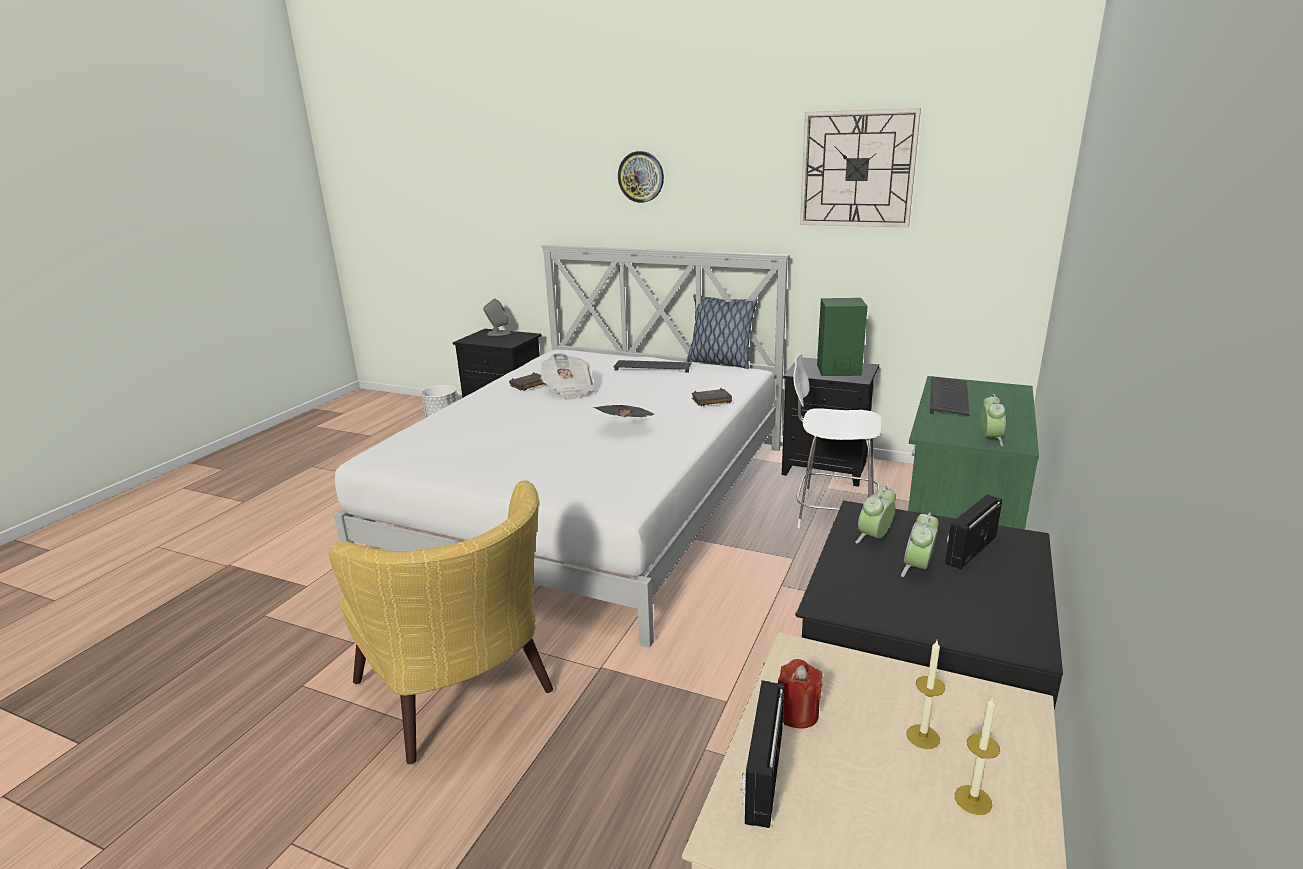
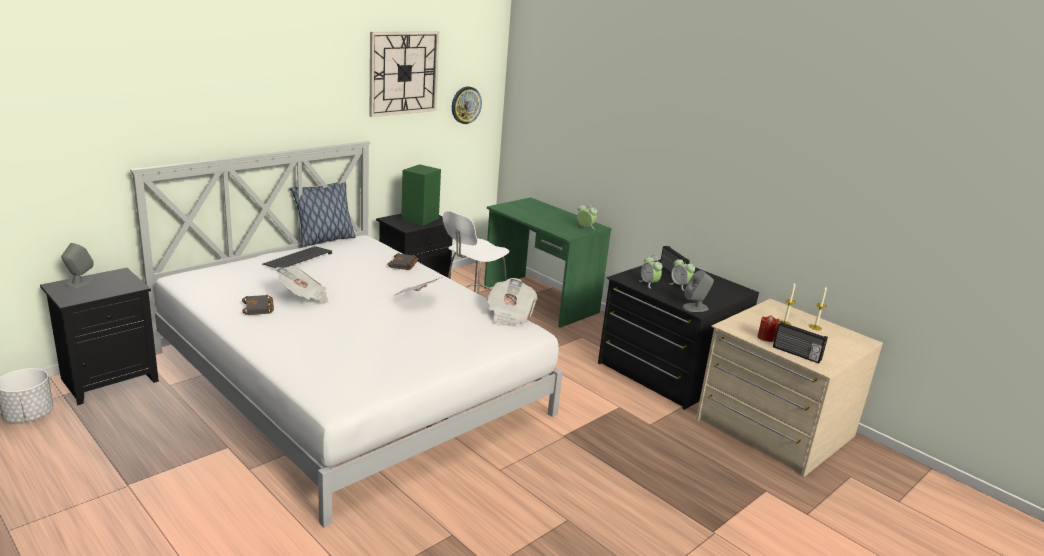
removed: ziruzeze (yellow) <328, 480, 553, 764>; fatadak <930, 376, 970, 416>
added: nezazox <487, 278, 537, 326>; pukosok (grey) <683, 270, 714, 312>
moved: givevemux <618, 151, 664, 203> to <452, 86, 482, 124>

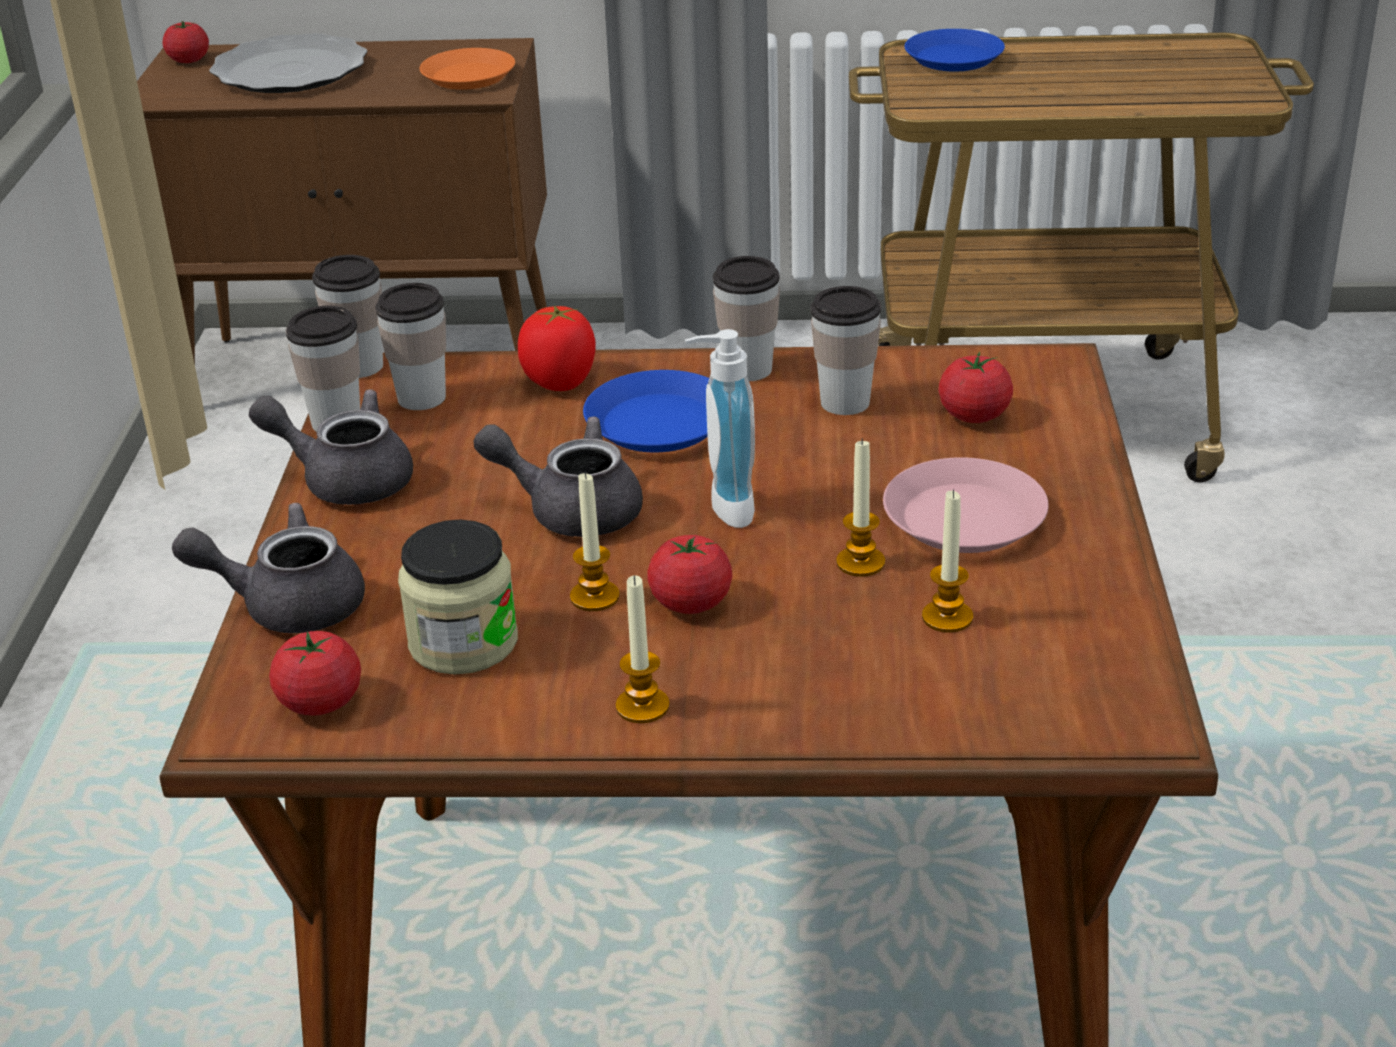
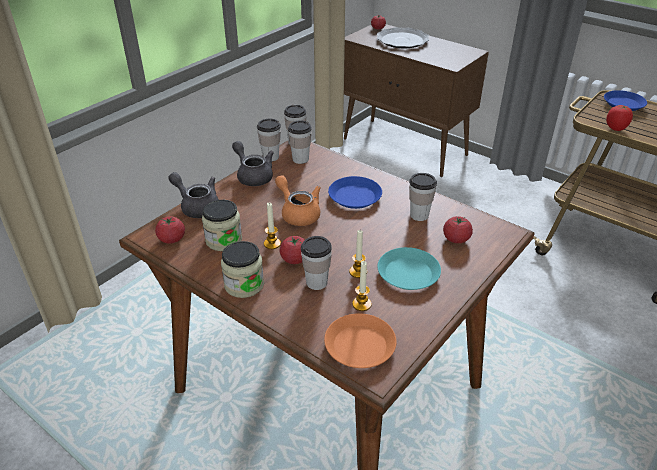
removed: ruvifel <685, 329, 755, 528>
moved: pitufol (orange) <420, 48, 515, 90> to <324, 313, 397, 368>; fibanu <518, 305, 596, 391> to <606, 105, 633, 131>; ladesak <713, 256, 780, 381> to <301, 236, 332, 290>
replaced: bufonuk <616, 575, 669, 723> to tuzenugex <221, 241, 264, 298>
recoloured: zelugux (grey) <474, 417, 643, 537> to zelugux (orange) <275, 175, 321, 226>; pitufol (pink) <883, 457, 1049, 553> to pitufol (turquoise) <378, 247, 441, 290>

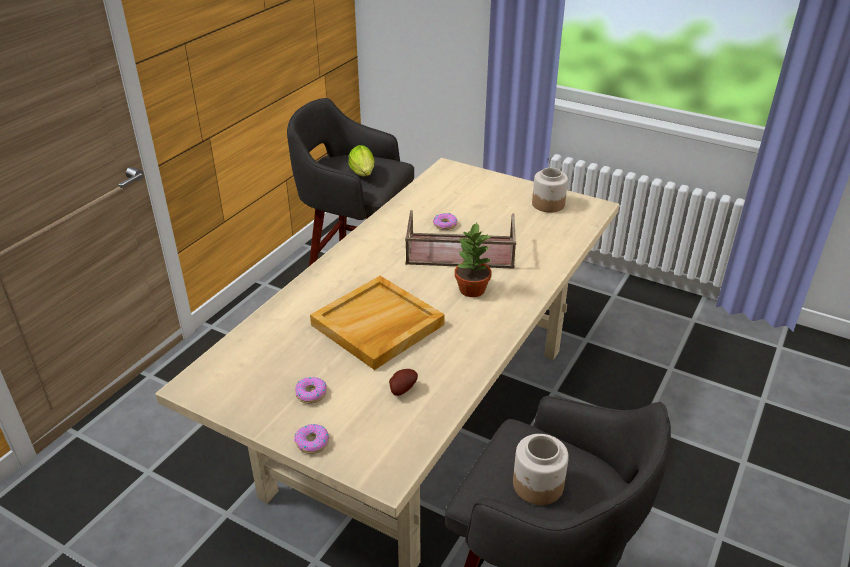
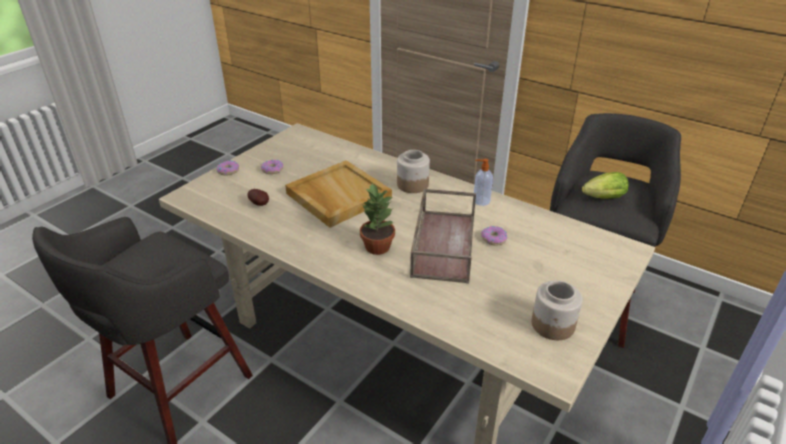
added: ruvifel <474, 159, 493, 206>
moved: tuzenugex <513, 434, 569, 505> to <397, 150, 430, 193>

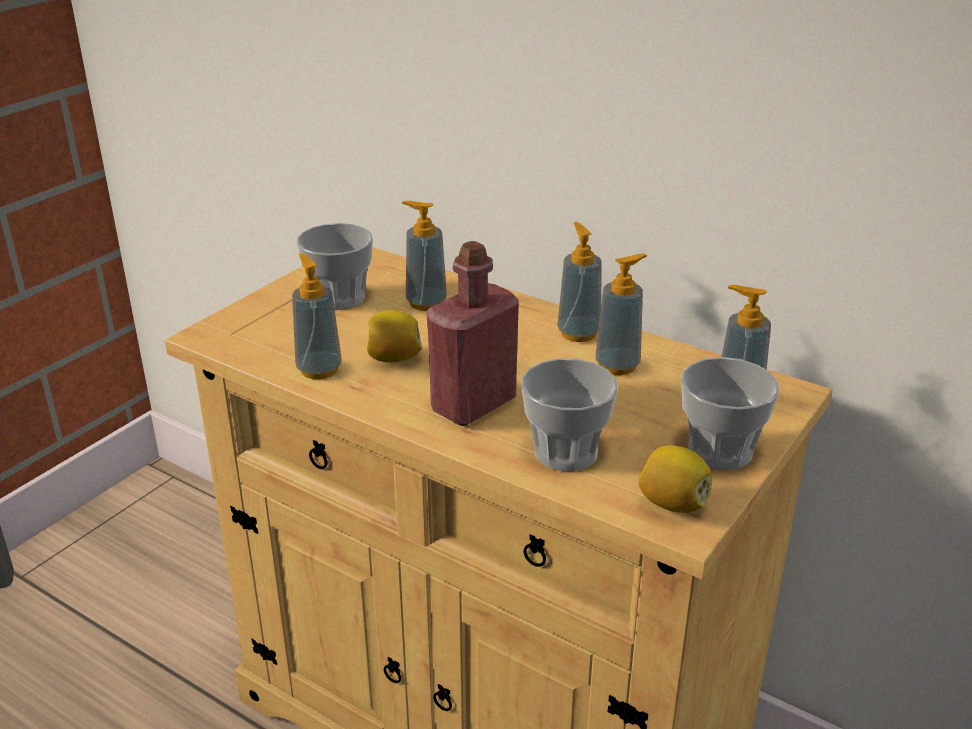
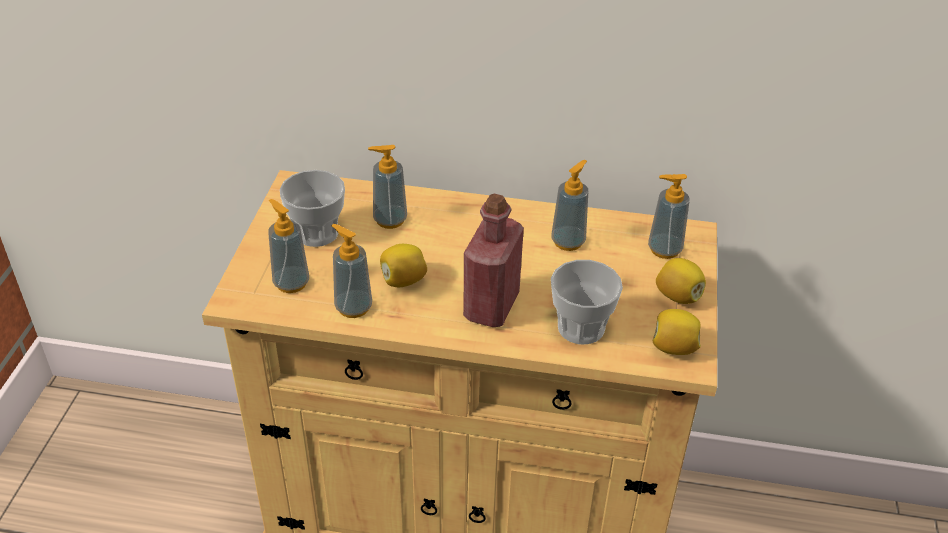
moved: ruvifel <557, 222, 602, 342> to <268, 199, 309, 293>
replaced: ladesak <681, 357, 779, 470> to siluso <656, 258, 706, 304>

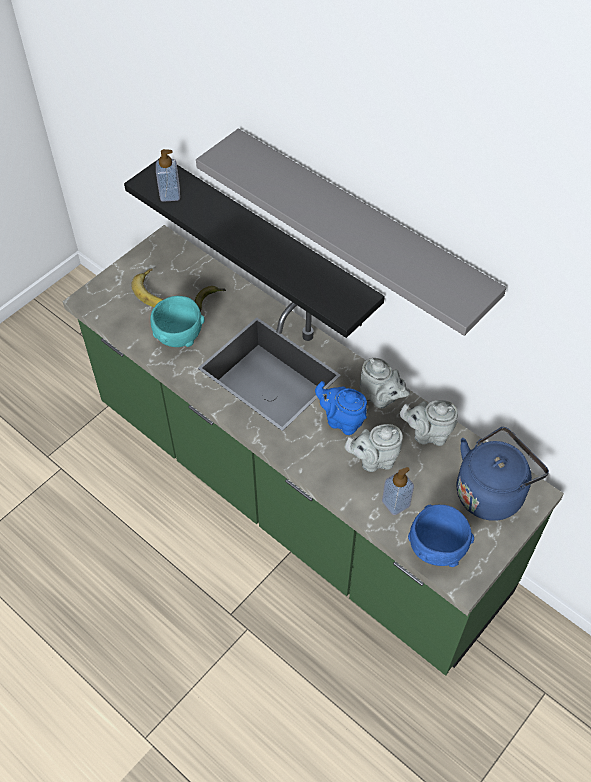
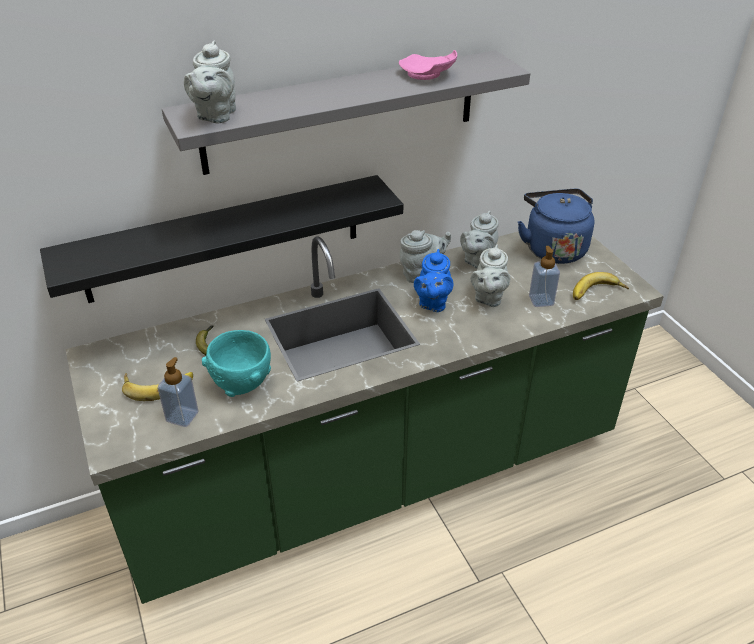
added: zelugux (grey) <184, 41, 236, 124>; pitufol (pink) <399, 50, 457, 80>
moved: ruvifel <156, 149, 180, 202> to <158, 357, 198, 427>
replaced: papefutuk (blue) <408, 505, 474, 567> to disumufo <573, 272, 629, 300>
turned: zelugux (blue) <315, 381, 367, 435> = <414, 249, 453, 312> 45 degrees counterclockwise

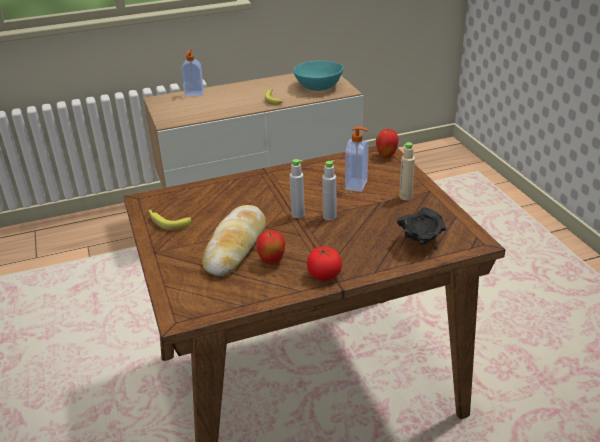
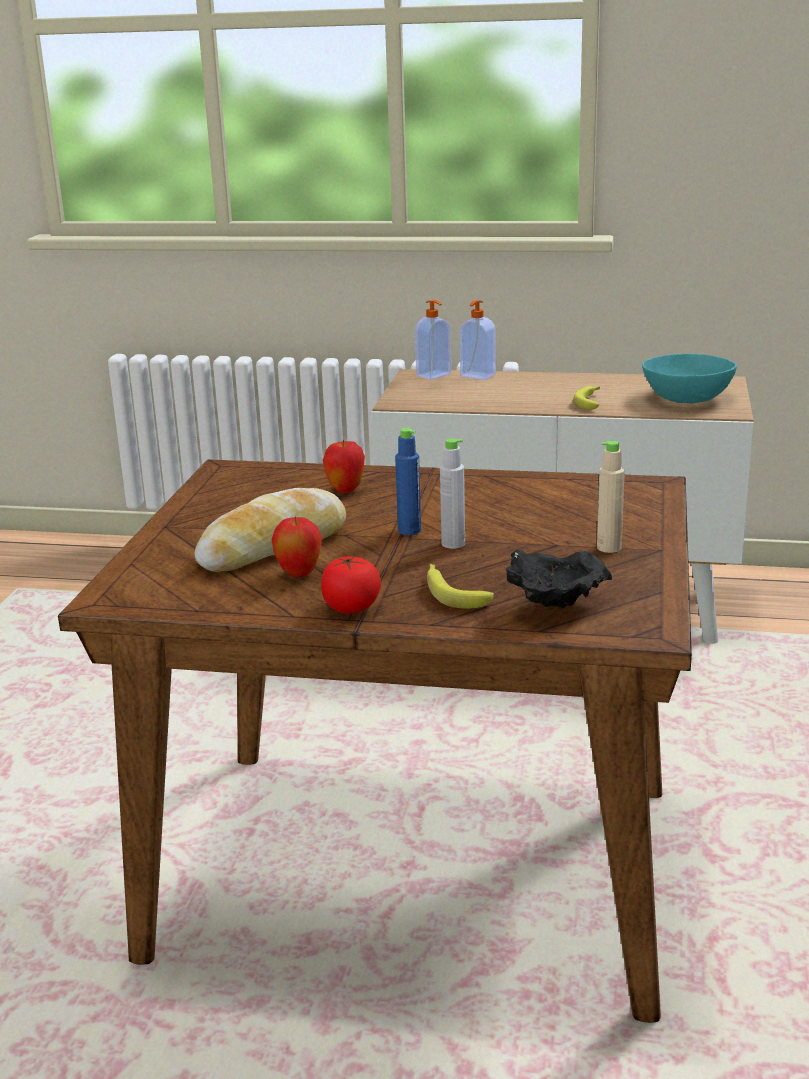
moved: disumufo <148, 210, 191, 230> to <427, 564, 494, 609>; ruvifel <345, 126, 369, 192> to <415, 300, 451, 380>; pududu <376, 129, 399, 158> to <323, 439, 365, 493>
recoloured: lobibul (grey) <290, 159, 305, 218> to lobibul (blue) <395, 428, 421, 535>

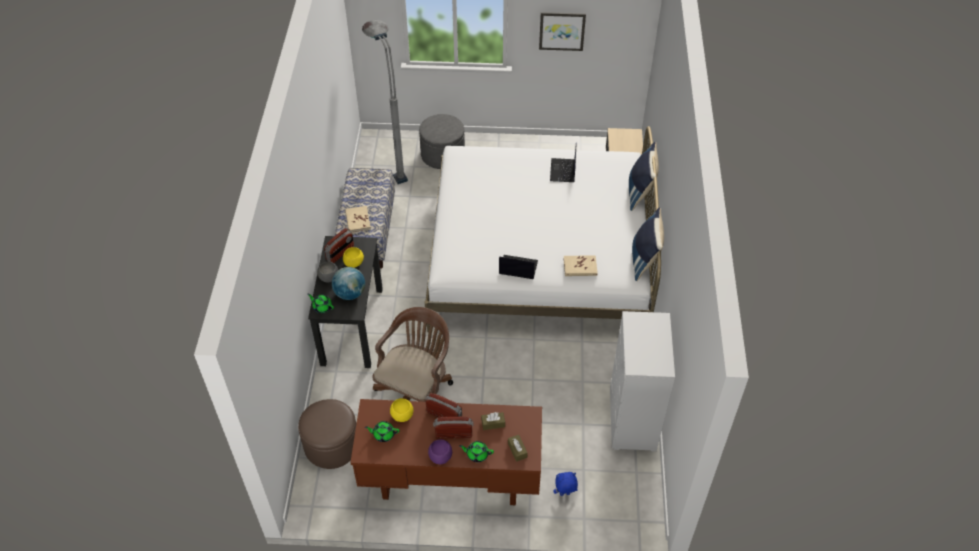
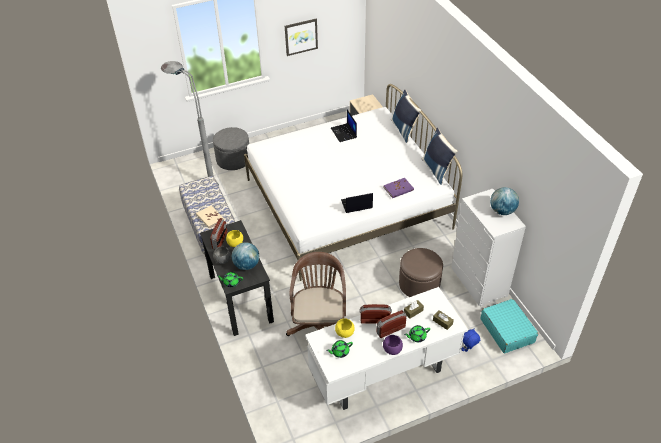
added: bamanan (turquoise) <480, 299, 538, 353>; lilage <490, 187, 519, 215>
moved: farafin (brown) <298, 399, 356, 469> to <399, 248, 443, 297>
recoloured: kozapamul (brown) <350, 399, 542, 505> to kozapamul (white) <305, 287, 468, 410>; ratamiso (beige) <564, 255, 598, 276> to ratamiso (purple) <383, 178, 414, 198>

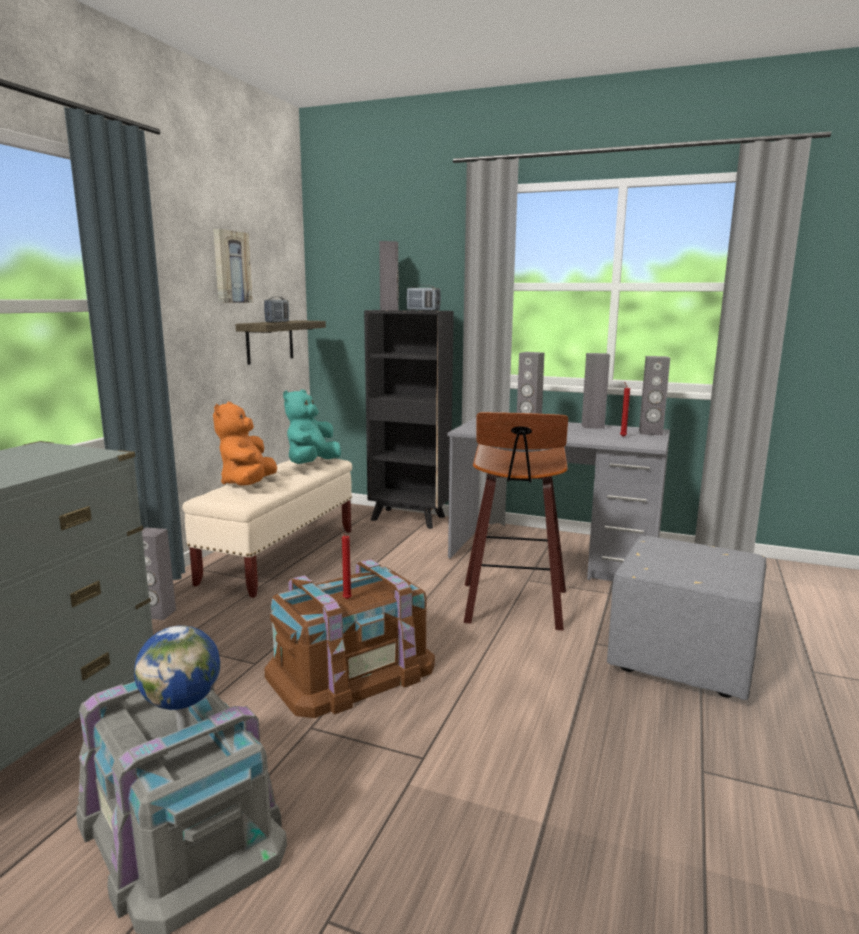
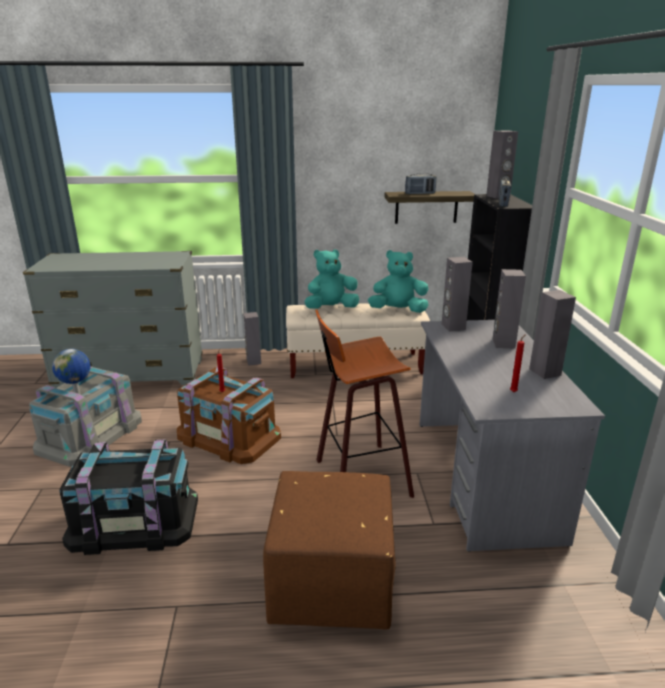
removed: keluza <213, 229, 252, 303>
added: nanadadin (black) <59, 439, 198, 555>
moved: pukosok (grey) <639, 356, 670, 435> to <442, 257, 473, 331>
recoloured: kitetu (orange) <213, 402, 277, 486> to kitetu (turquoise) <305, 249, 359, 308>; farafin (grey) <607, 536, 767, 700> to farafin (brown) <263, 471, 396, 630>

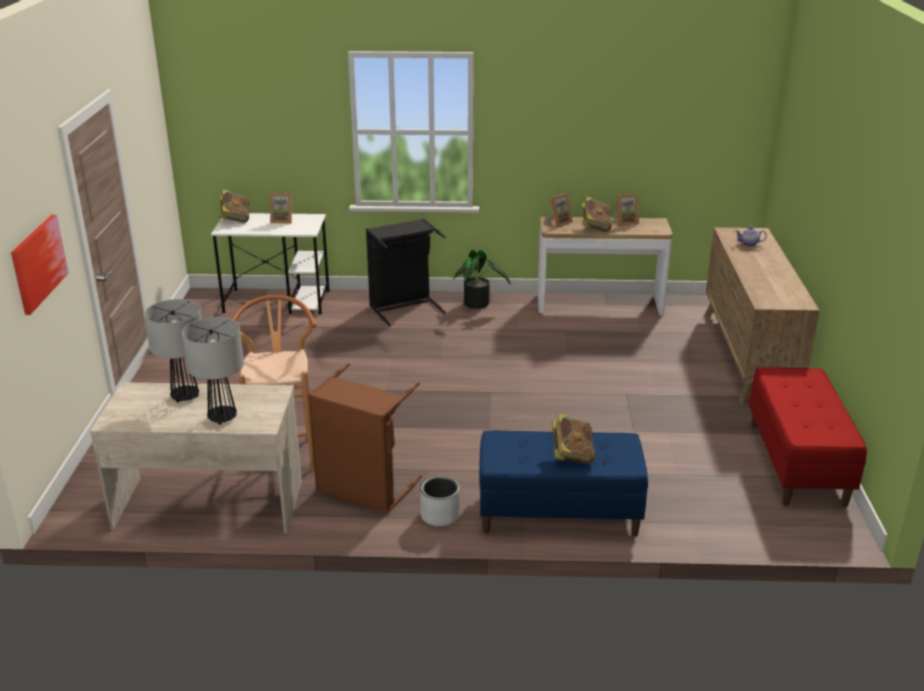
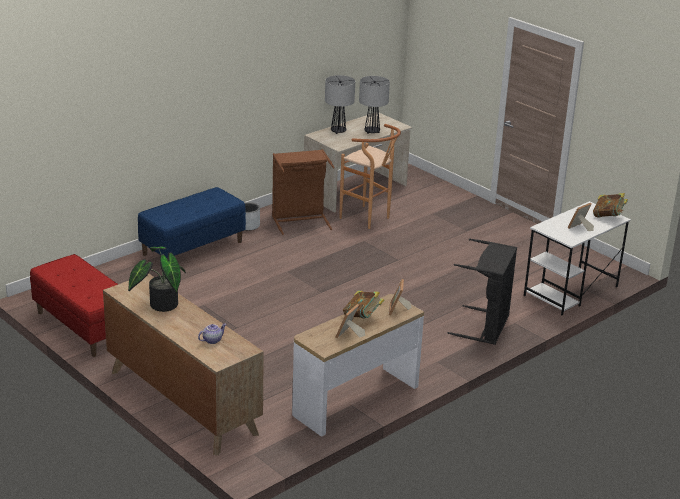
removed: keluza <11, 215, 68, 315>; ratamiso <551, 413, 595, 464>
moved: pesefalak <453, 250, 511, 309> to <128, 246, 186, 312>

